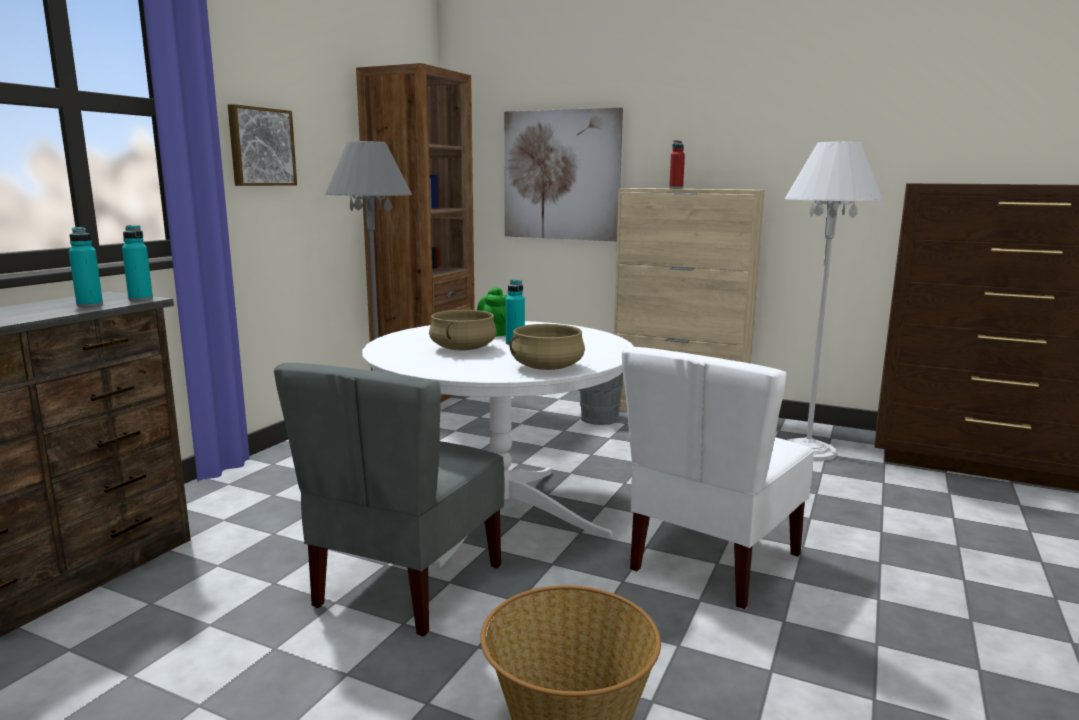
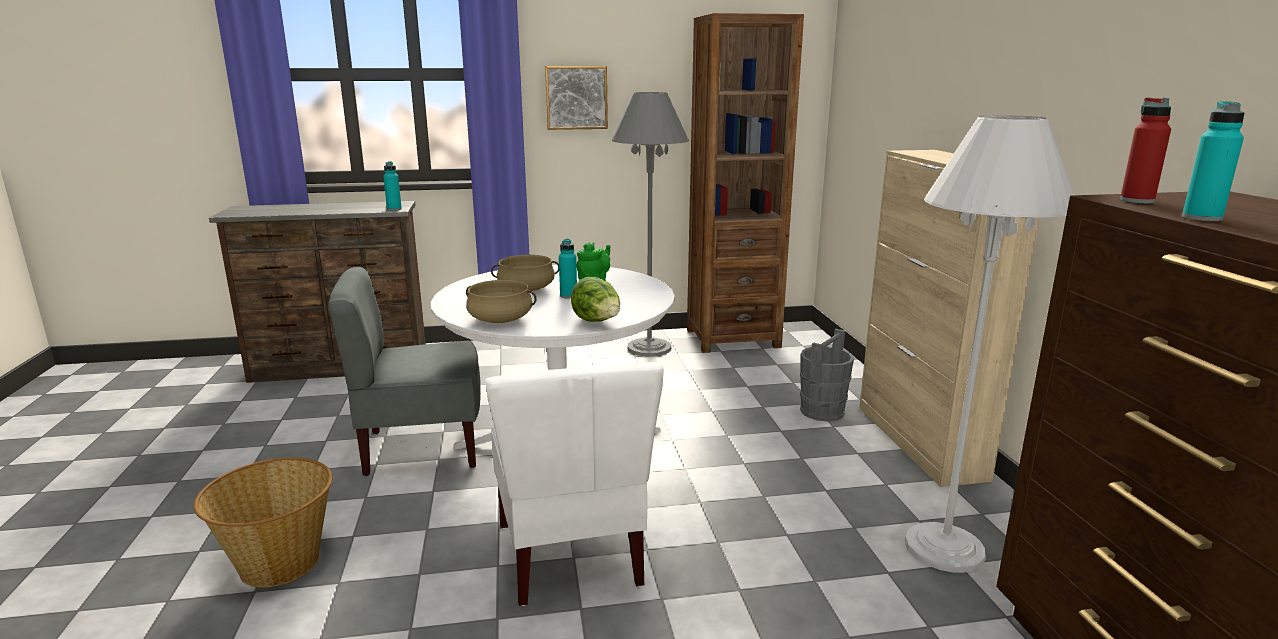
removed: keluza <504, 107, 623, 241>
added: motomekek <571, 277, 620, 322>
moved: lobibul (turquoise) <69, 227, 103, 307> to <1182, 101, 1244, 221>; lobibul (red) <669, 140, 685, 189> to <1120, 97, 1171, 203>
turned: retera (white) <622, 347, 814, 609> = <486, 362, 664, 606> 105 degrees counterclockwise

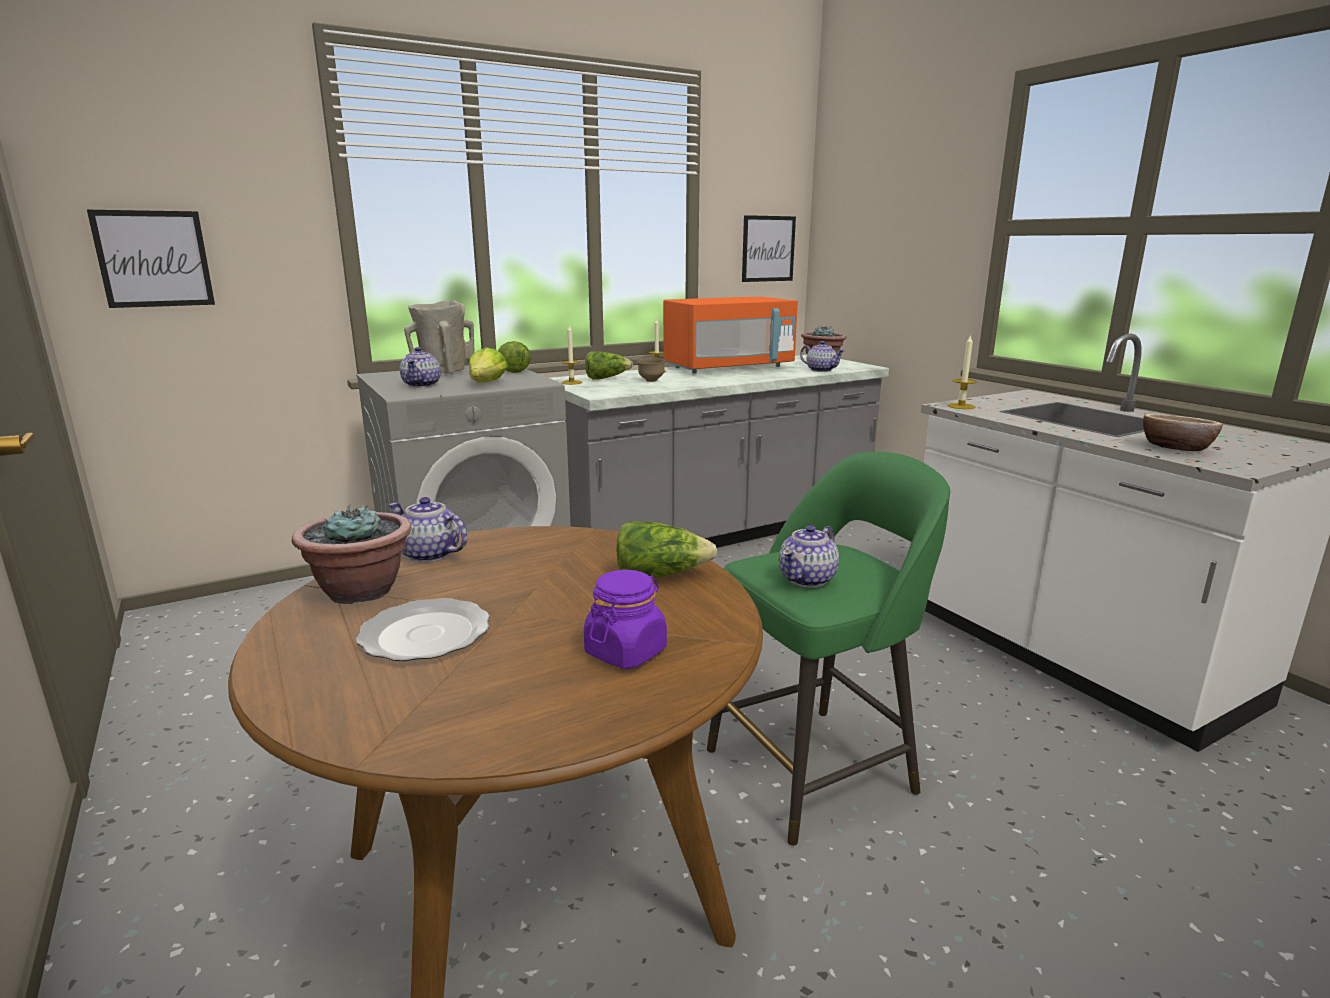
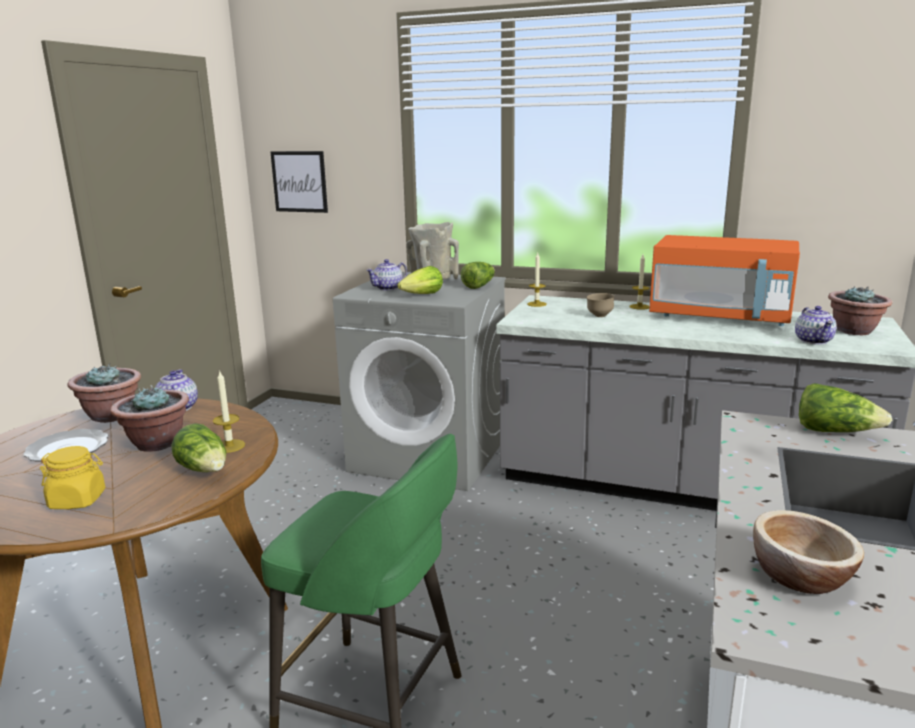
removed: keluza <742, 215, 796, 282>; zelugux <779, 525, 839, 587>
added: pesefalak <110, 385, 189, 452>
moved: motomekek <585, 352, 633, 380> to <799, 383, 892, 432>; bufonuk <947, 334, 977, 409> to <213, 372, 245, 453>
recoloured: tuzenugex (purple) <584, 570, 667, 669> to tuzenugex (yellow) <40, 446, 105, 509>

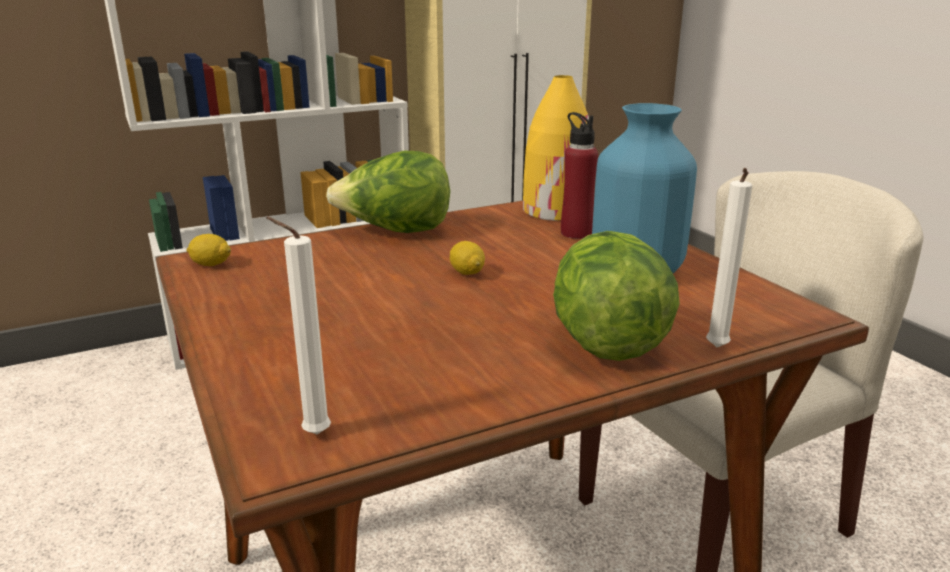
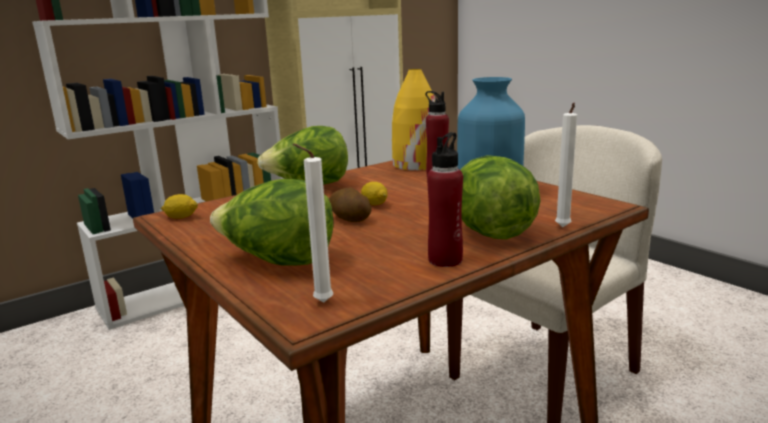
added: motomekek <210, 179, 333, 266>; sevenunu <329, 188, 372, 222>; lobibul (red) <427, 132, 463, 267>

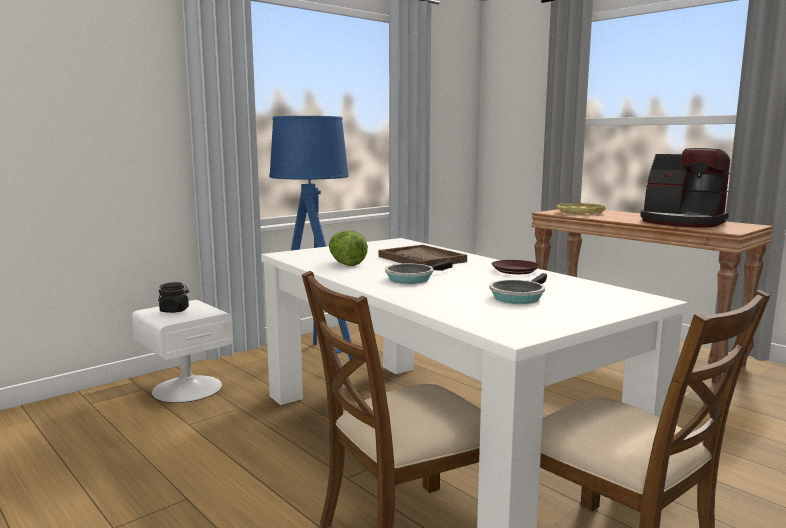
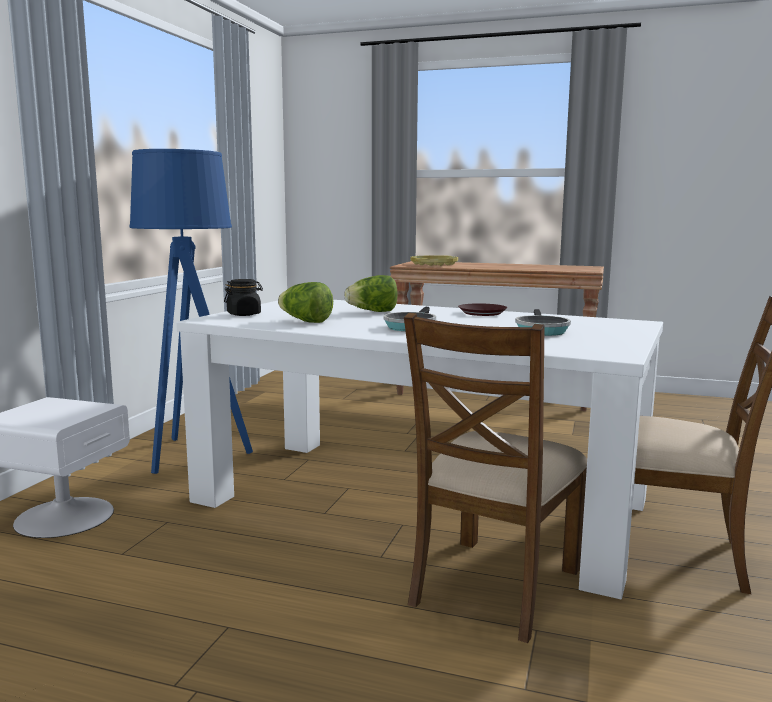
removed: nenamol <640, 148, 730, 228>
moved: tuzenugex (black) <158, 282, 189, 313> to <224, 279, 263, 316>
replaced: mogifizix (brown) <379, 245, 467, 266> to motomekek <345, 275, 398, 312>

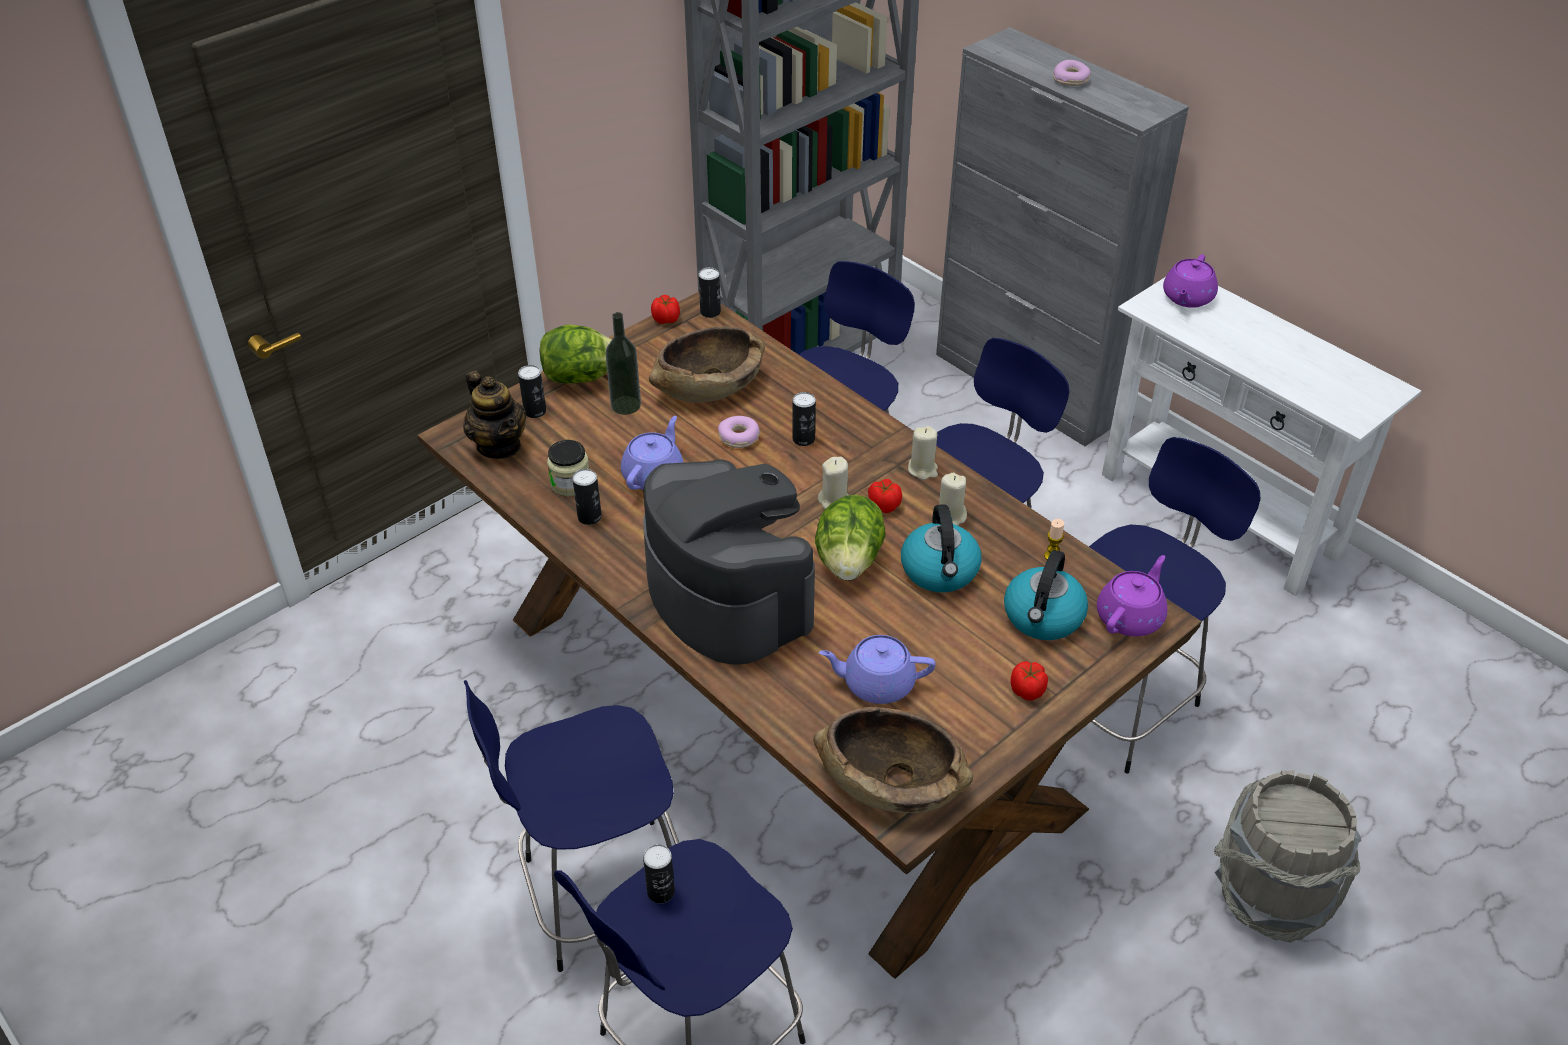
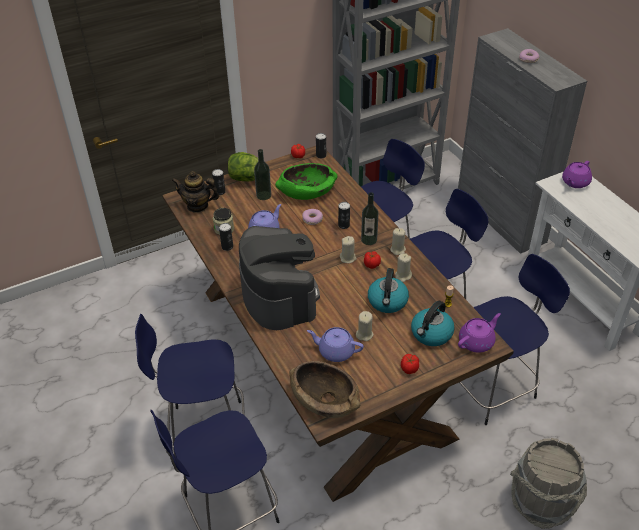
removed: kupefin <643, 844, 675, 903>; motomekek <815, 495, 886, 580>
added: bufonuk (beige) <356, 311, 373, 341>; lobibul <361, 192, 379, 245>
recoloured: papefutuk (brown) <649, 327, 765, 402> to papefutuk (green) <275, 163, 337, 200>
turned: zelugux <463, 370, 527, 459> = <172, 171, 219, 213> 120 degrees clockwise

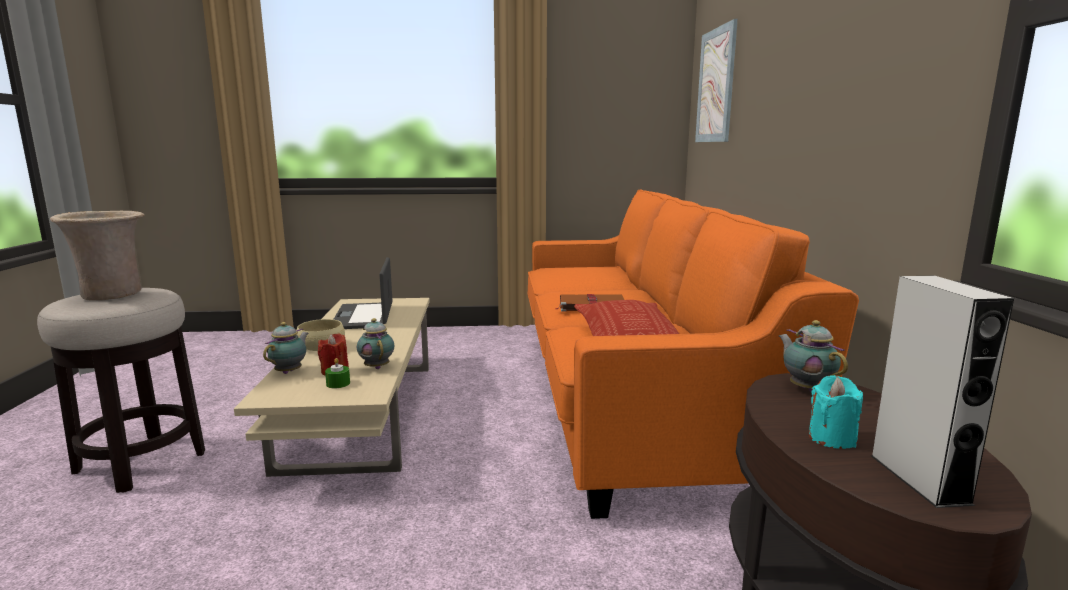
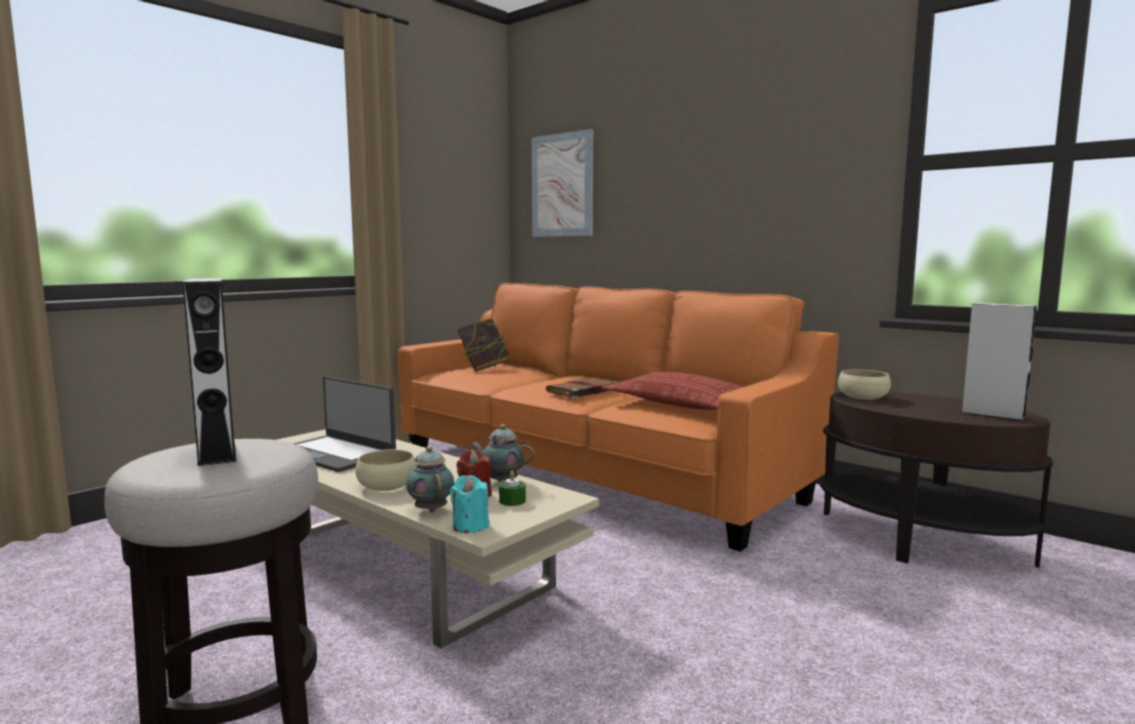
added: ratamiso <458, 318, 509, 371>
moved: bufonuk (turquoise) <809, 375, 863, 449> to <450, 475, 489, 533>
replaced: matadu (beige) <50, 211, 144, 301> to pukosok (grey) <182, 278, 236, 466>; zelugux <779, 320, 848, 392> to papefutuk (beige) <838, 369, 891, 400>

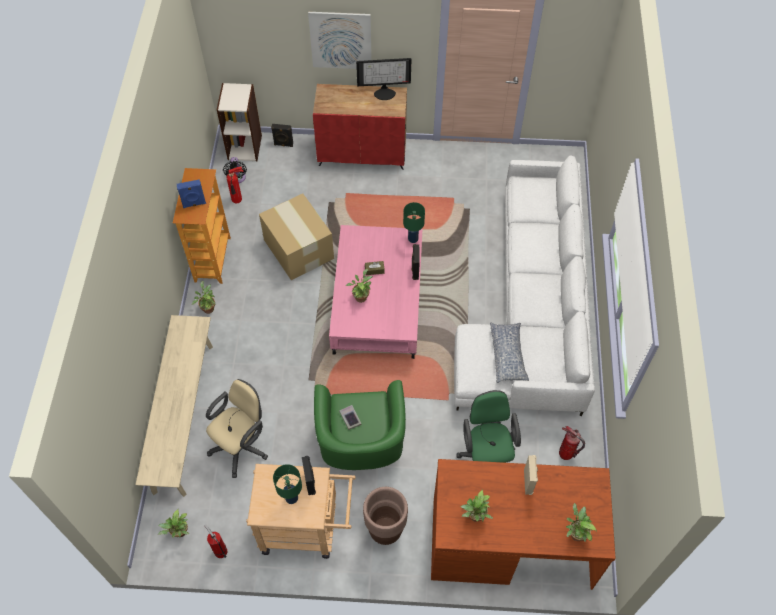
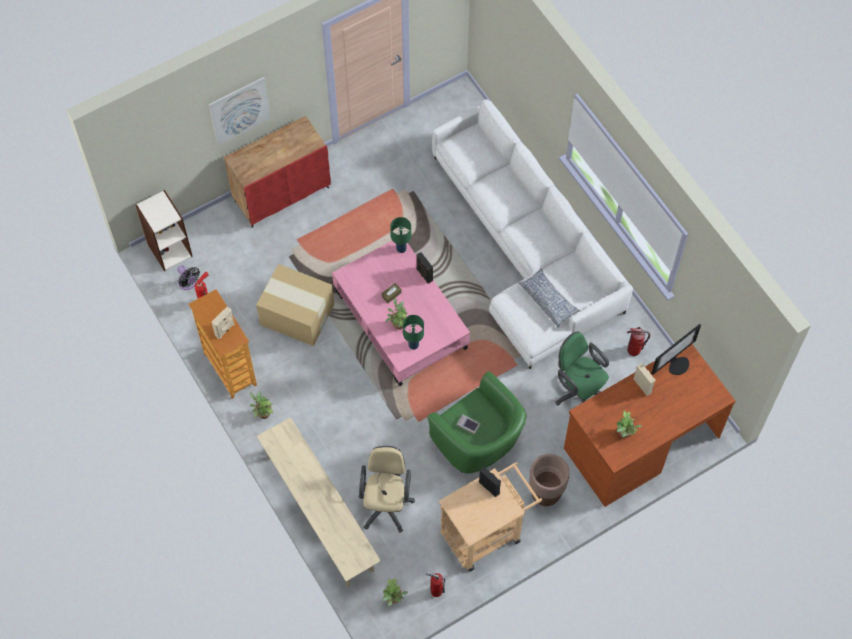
removed: pukosok (black) <271, 124, 293, 147>; pesefalak <566, 503, 597, 542>
moved: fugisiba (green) <273, 464, 302, 504> to <403, 315, 424, 350>; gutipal <356, 58, 411, 100> to <651, 324, 701, 375>
recoloured: pukosok (blue) <177, 179, 206, 208> to pukosok (beige) <212, 307, 234, 339>

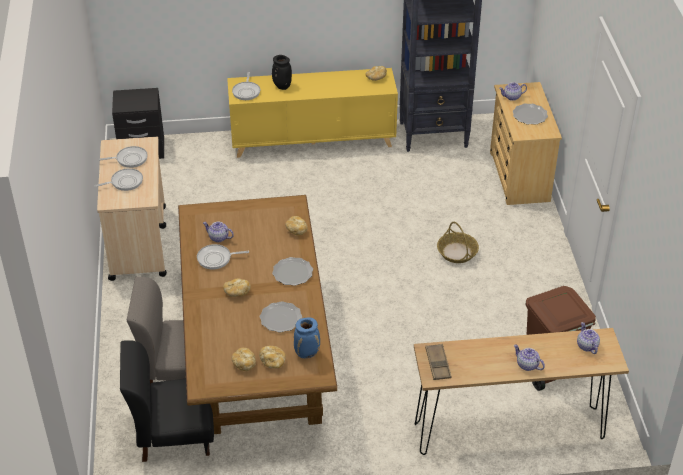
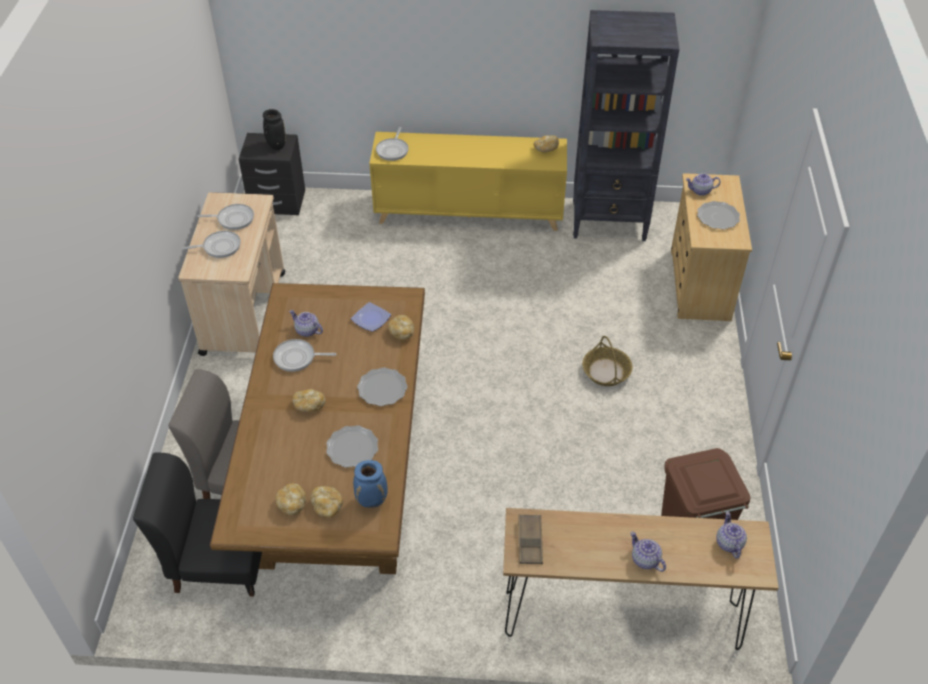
added: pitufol <351, 302, 391, 332>
moved: matadu (black) <272, 55, 292, 90> to <263, 109, 286, 150>

